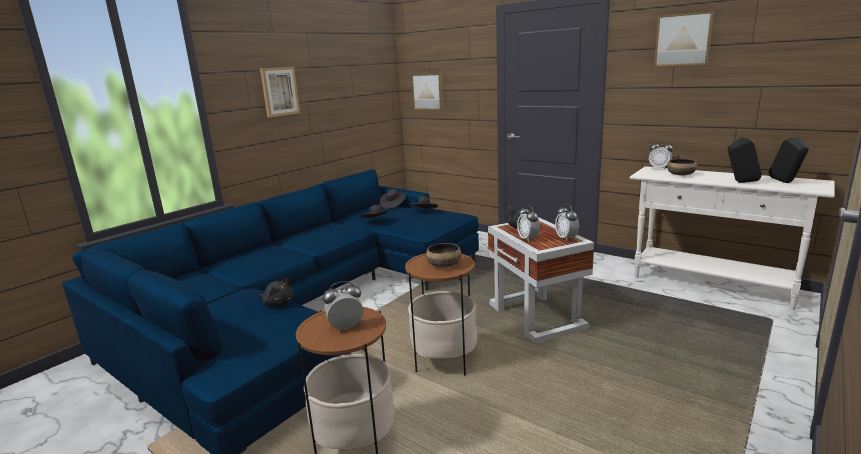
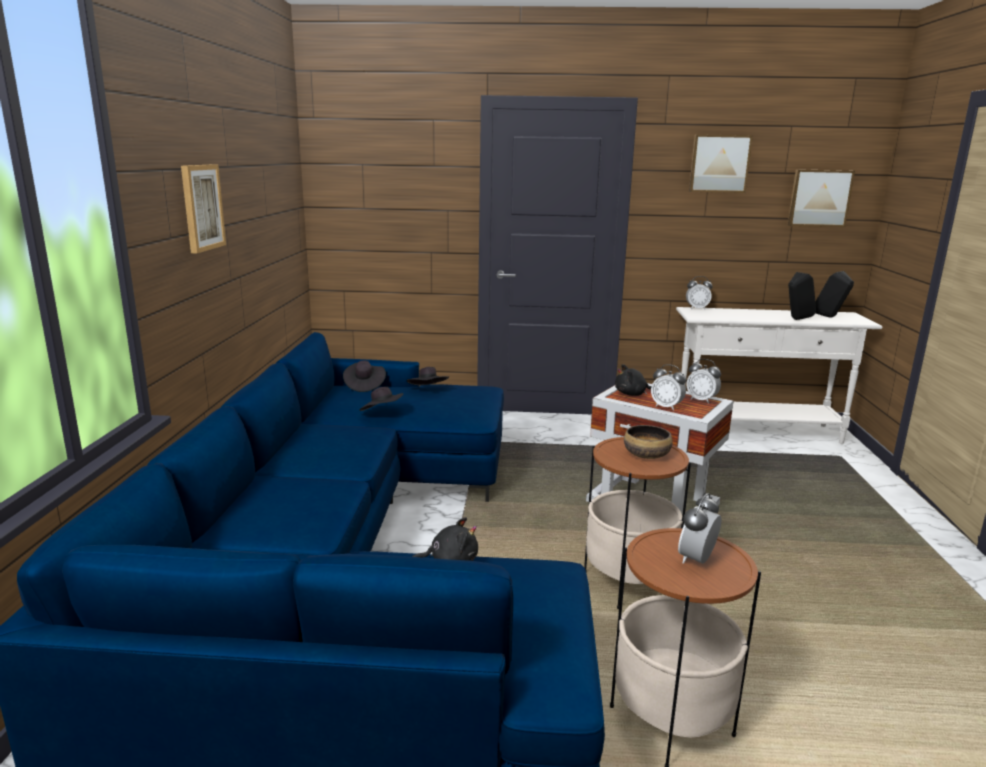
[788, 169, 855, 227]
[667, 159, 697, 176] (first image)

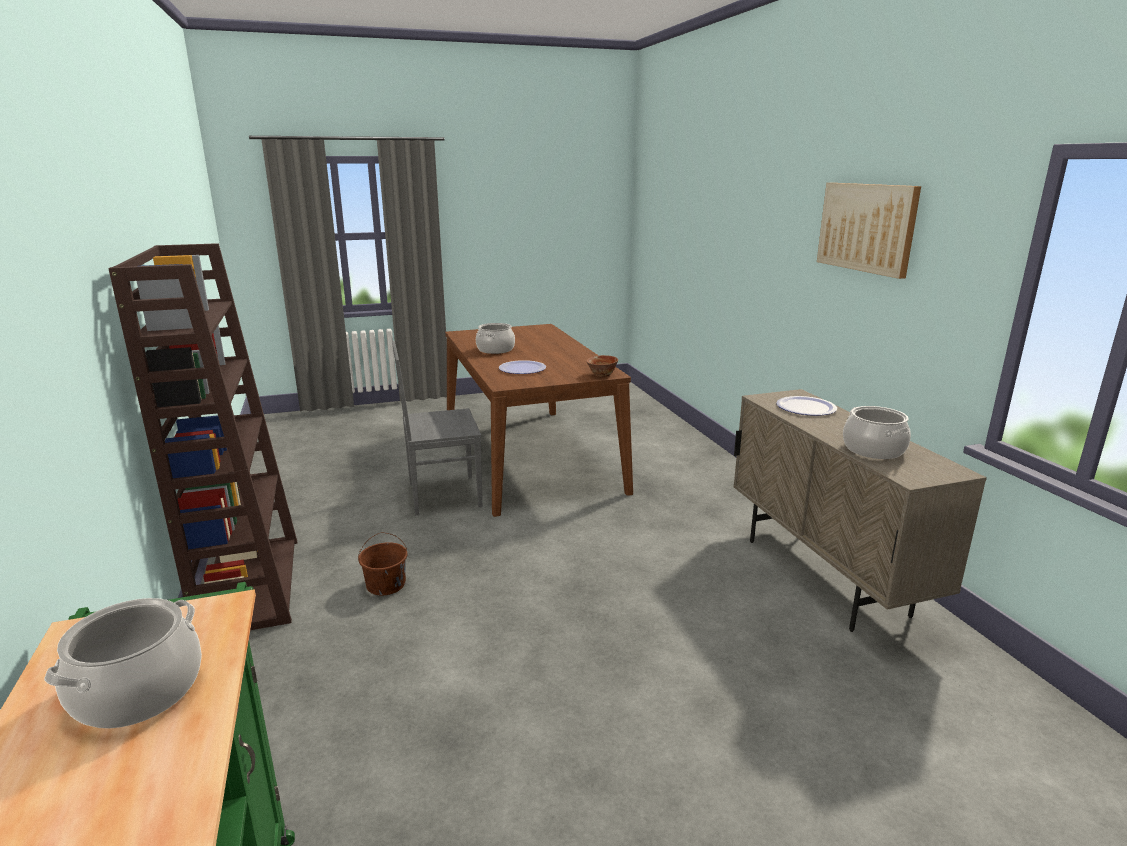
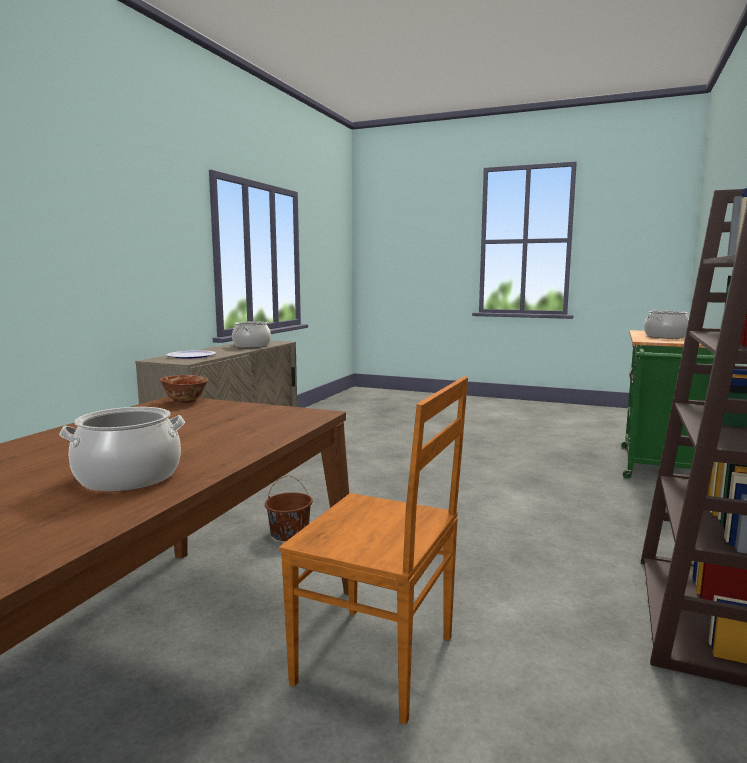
[817, 183, 921, 279] (first image)
[279, 376, 468, 724]
[499, 360, 546, 374] (first image)
[265, 476, 313, 541]

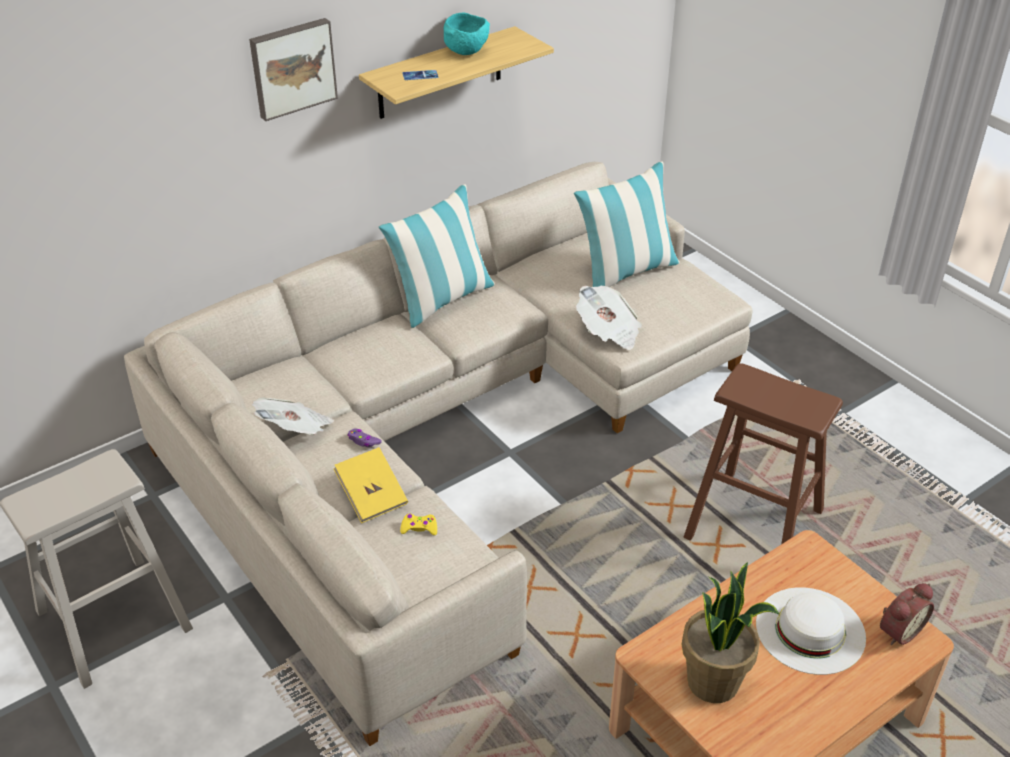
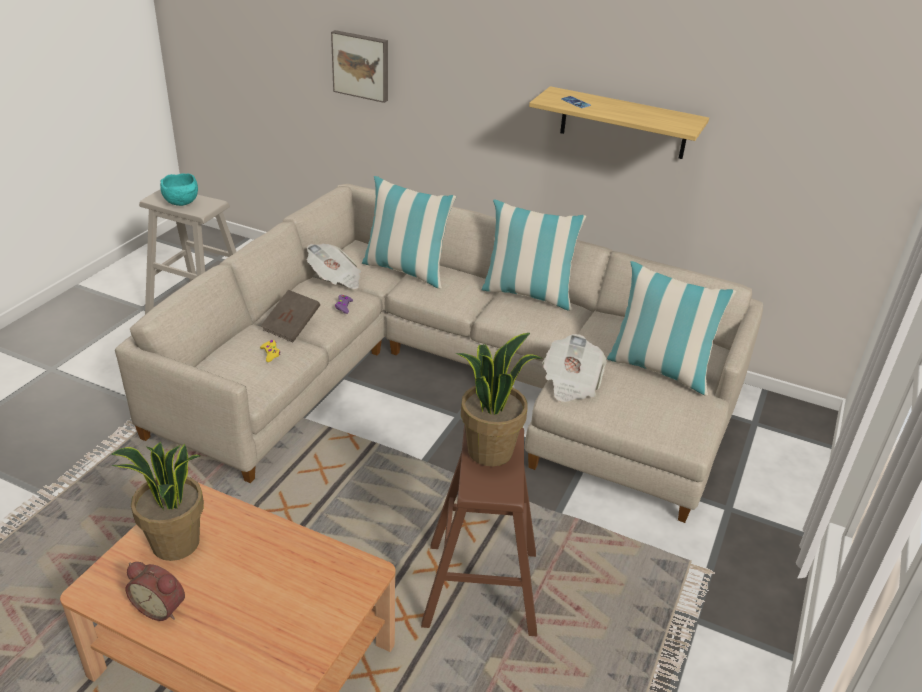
[160, 173, 198, 206]
[331, 30, 388, 103]
[261, 290, 320, 342]
[126, 562, 185, 621]
[756, 587, 866, 675] (first image)
[362, 176, 456, 289]
[456, 333, 543, 466]

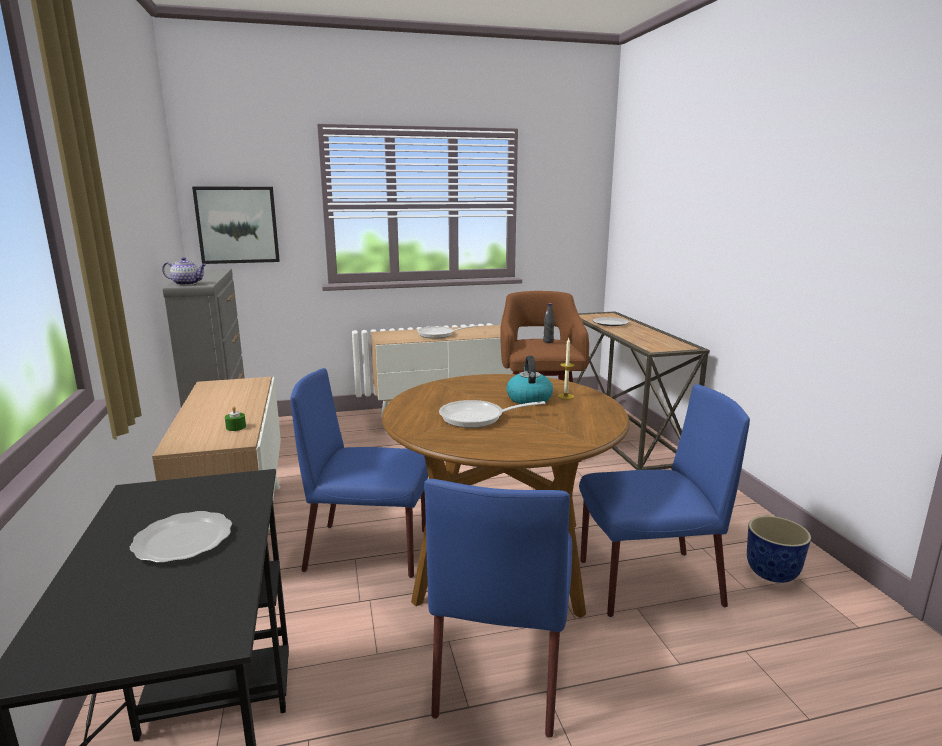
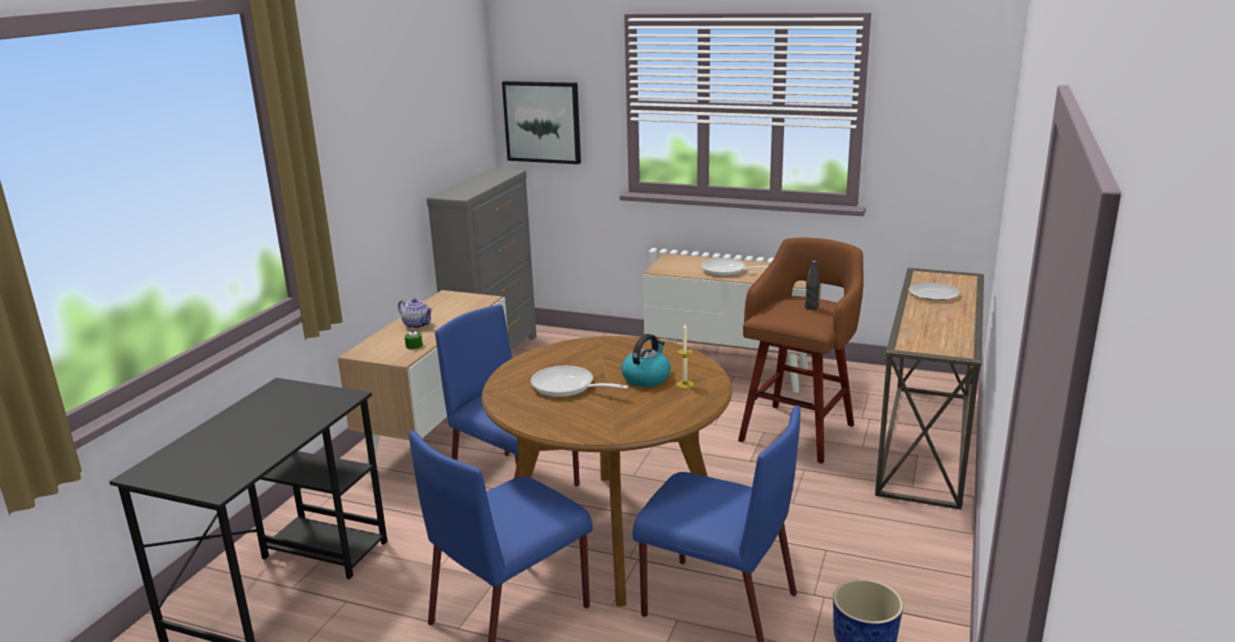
[398, 298, 433, 329]
[130, 511, 232, 563] (first image)

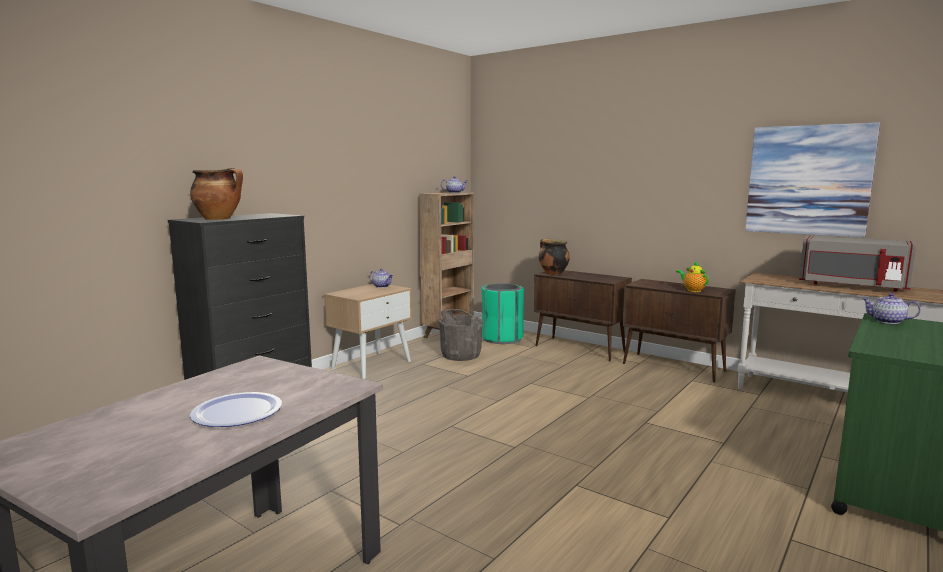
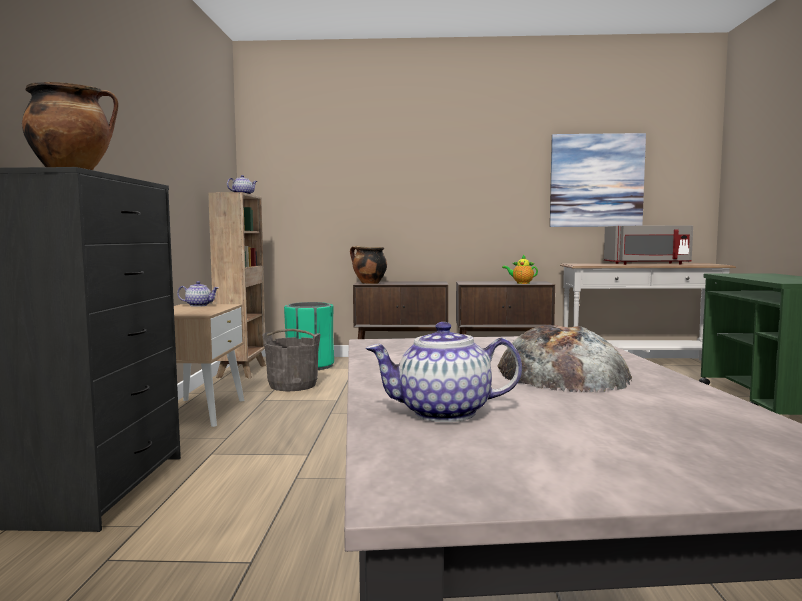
[366, 322, 522, 422]
[497, 325, 633, 392]

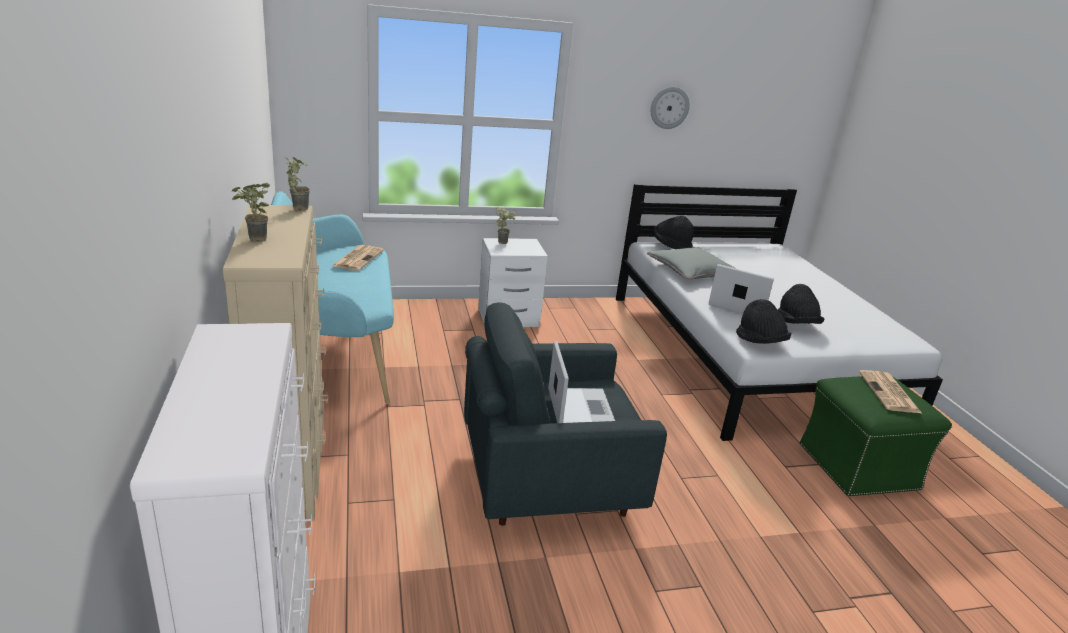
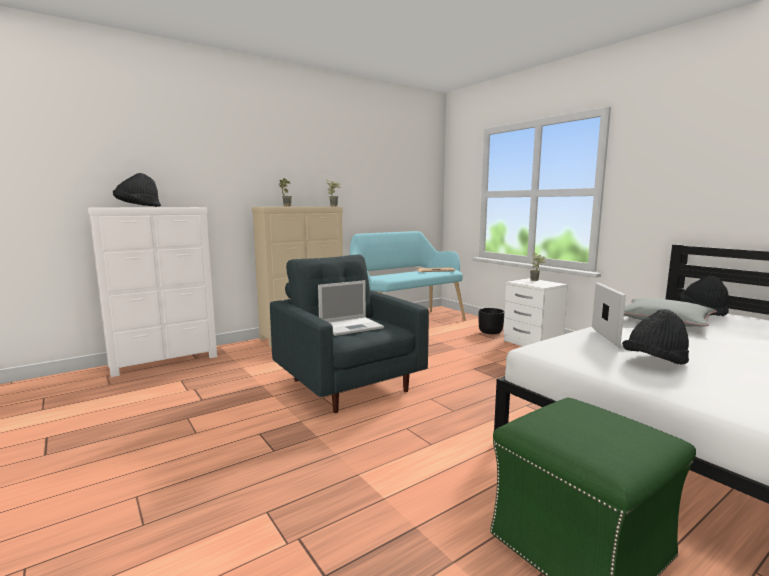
[651, 87, 690, 129] (first image)
[113, 173, 161, 207]
[859, 370, 922, 413] (first image)
[479, 308, 504, 334]

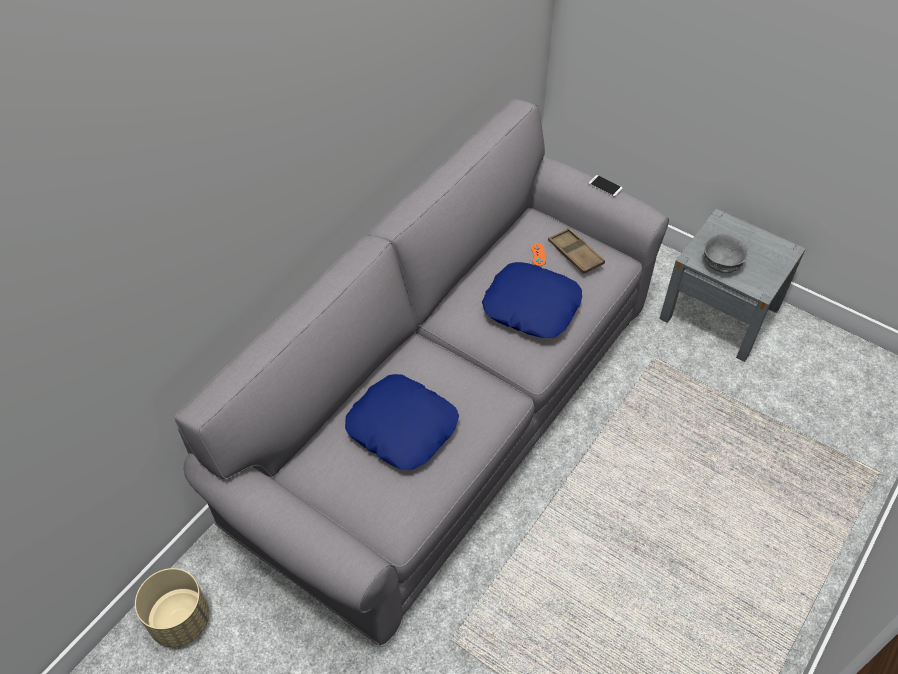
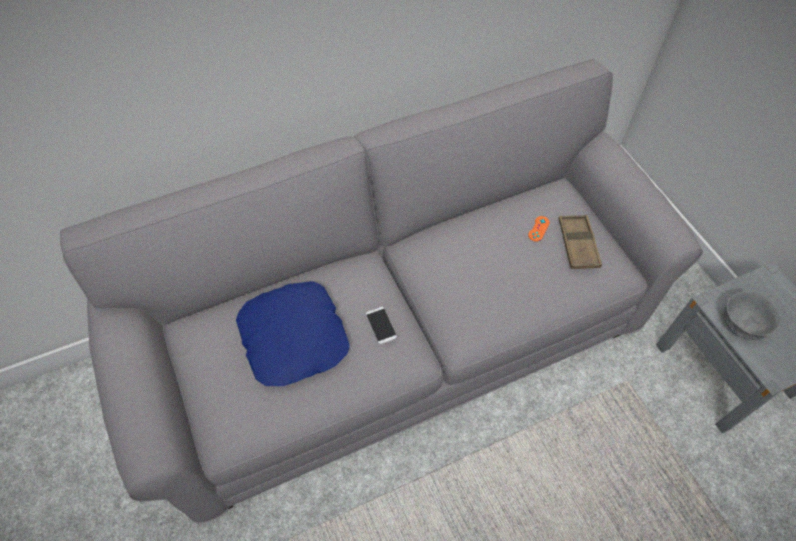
[366, 307, 397, 344]
[482, 262, 582, 338] (first image)
[135, 568, 209, 647] (first image)

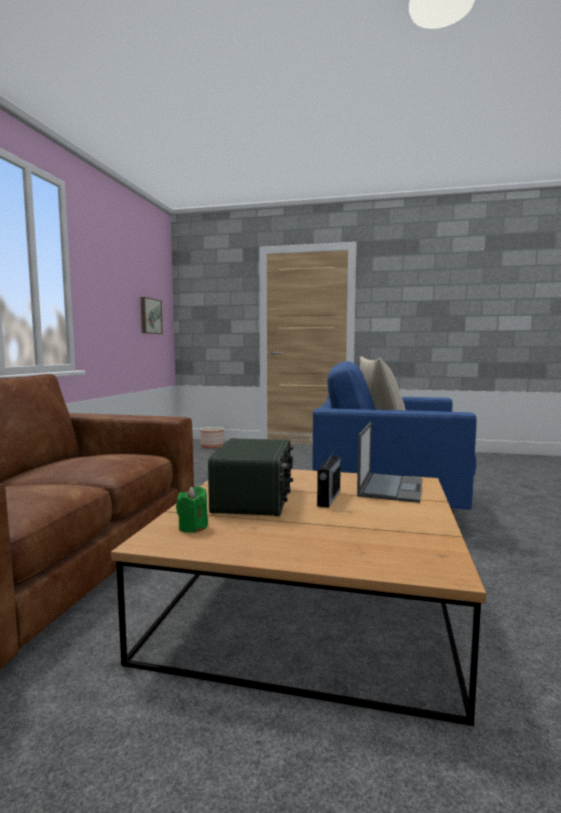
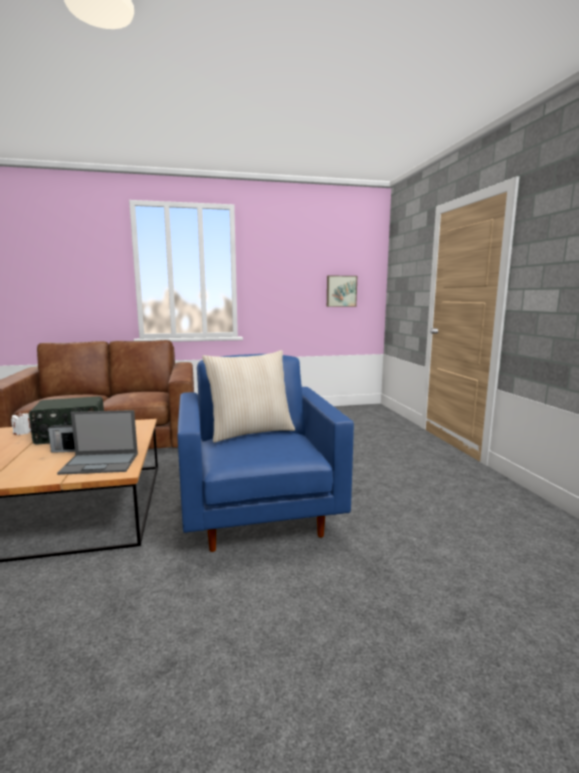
[200, 427, 224, 448] (first image)
[11, 412, 31, 435]

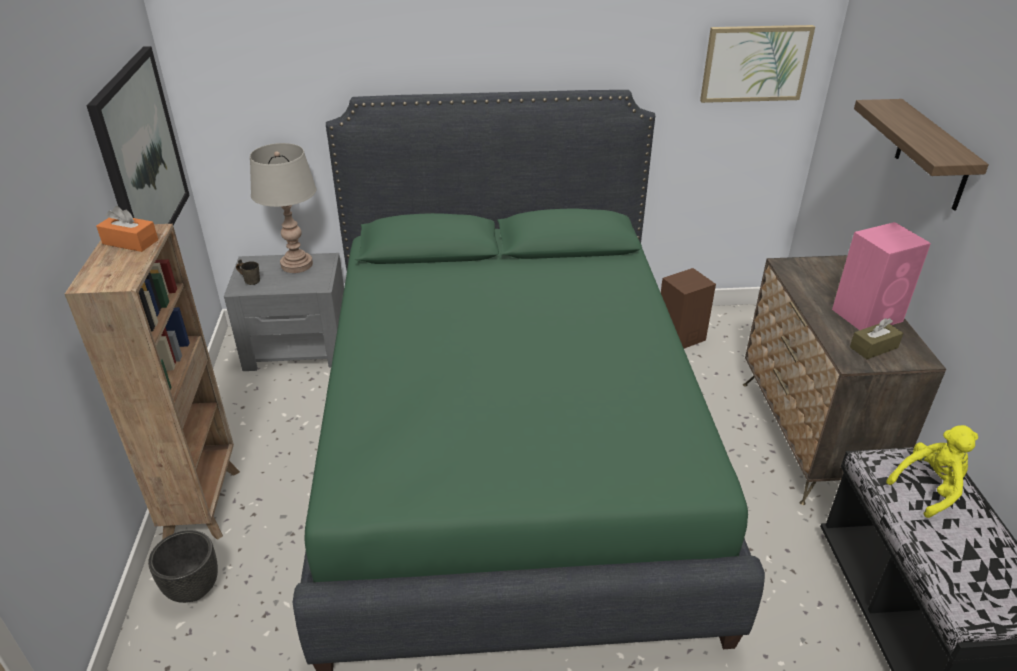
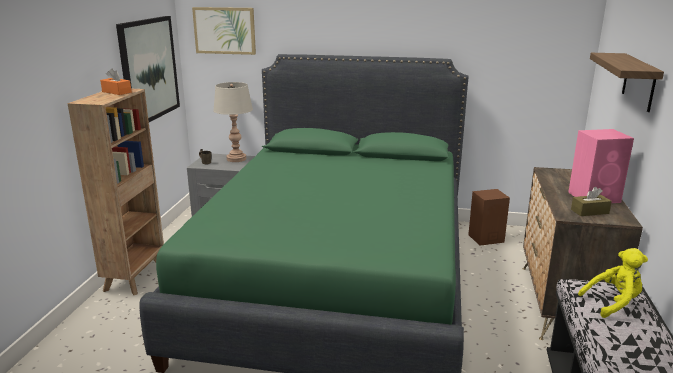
[192, 7, 256, 55]
[148, 530, 218, 603] (first image)

